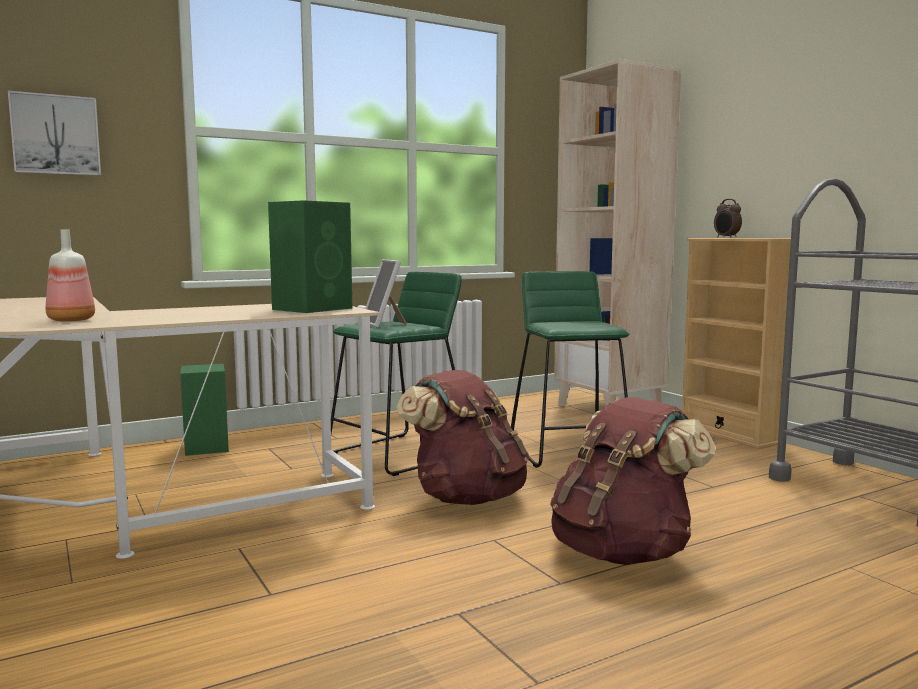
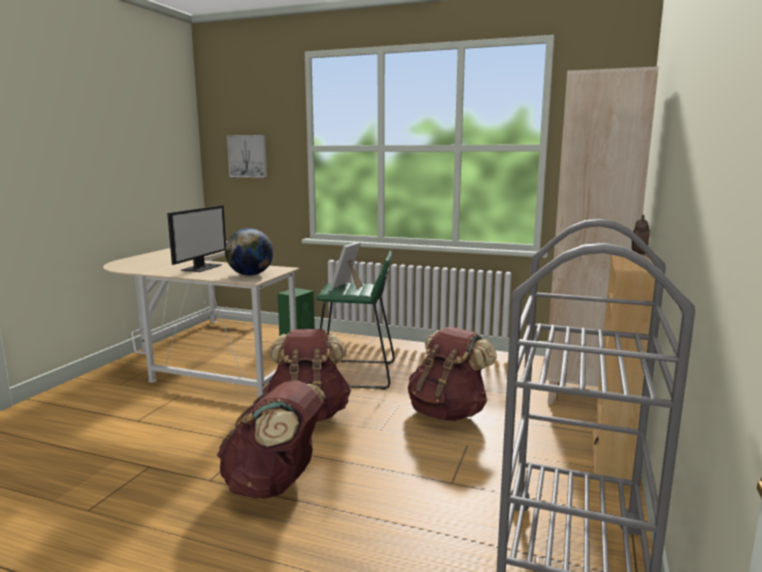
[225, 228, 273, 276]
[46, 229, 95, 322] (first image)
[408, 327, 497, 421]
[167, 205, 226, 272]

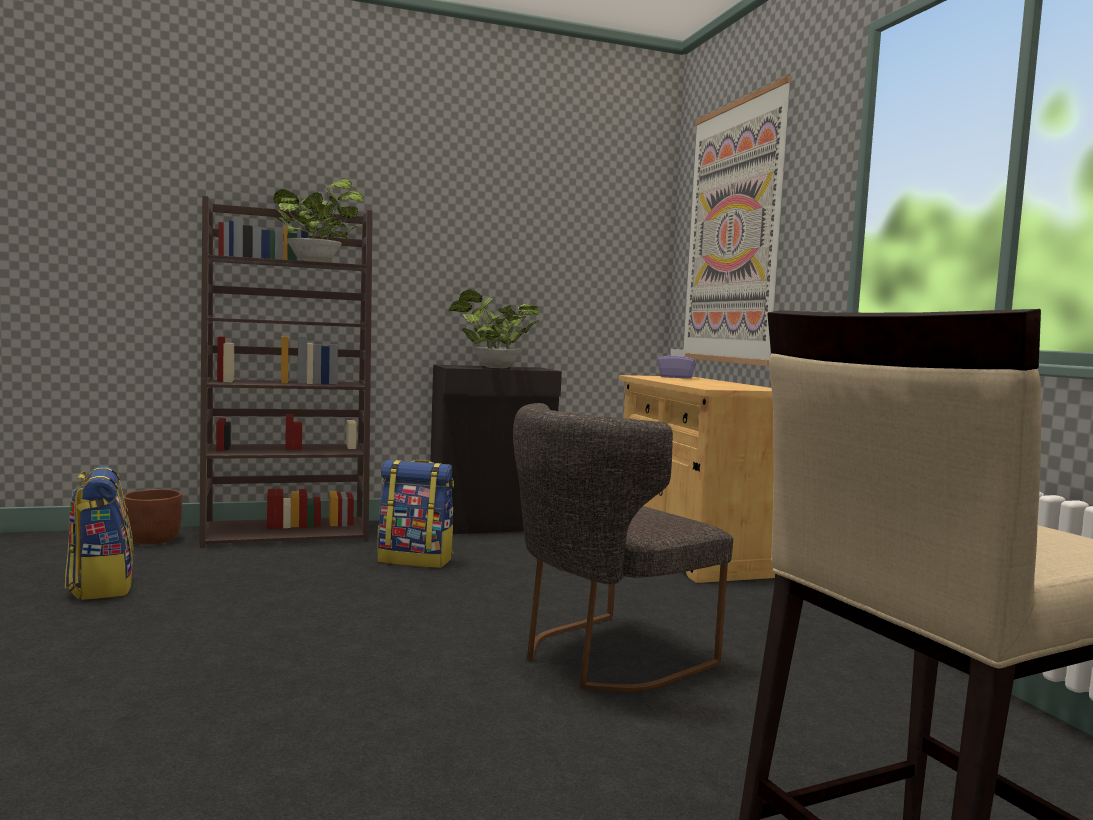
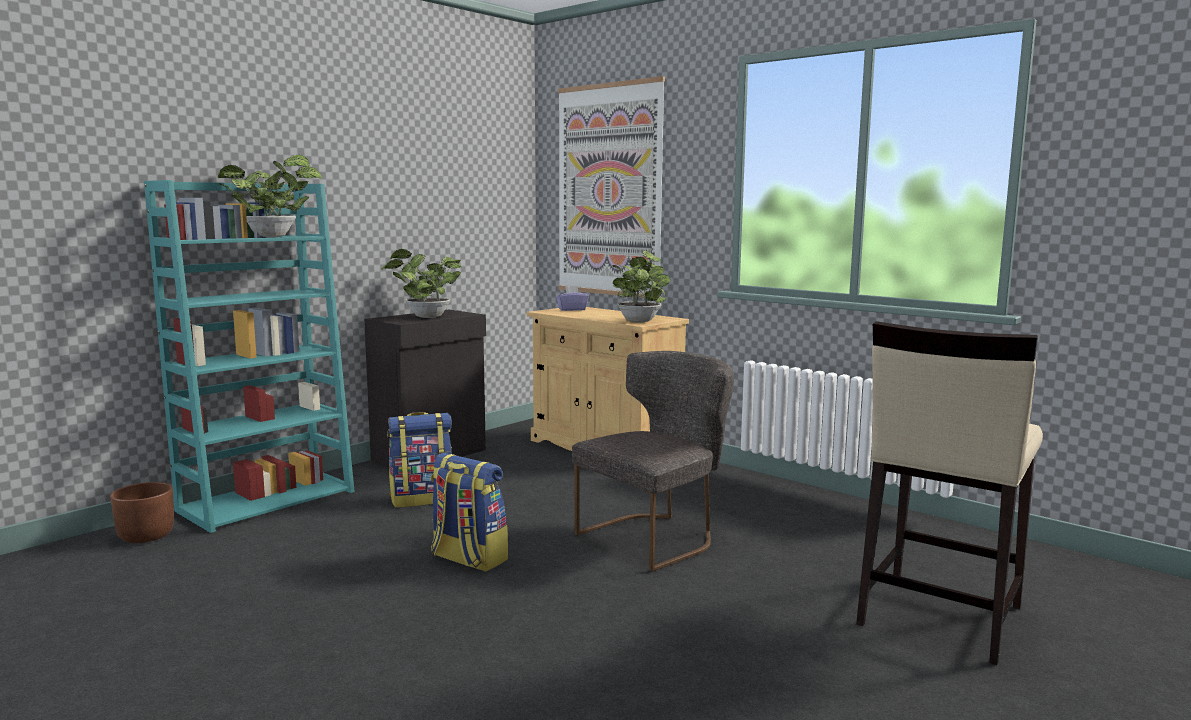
[144, 180, 355, 533]
[572, 351, 734, 572]
[431, 453, 508, 572]
[613, 250, 670, 322]

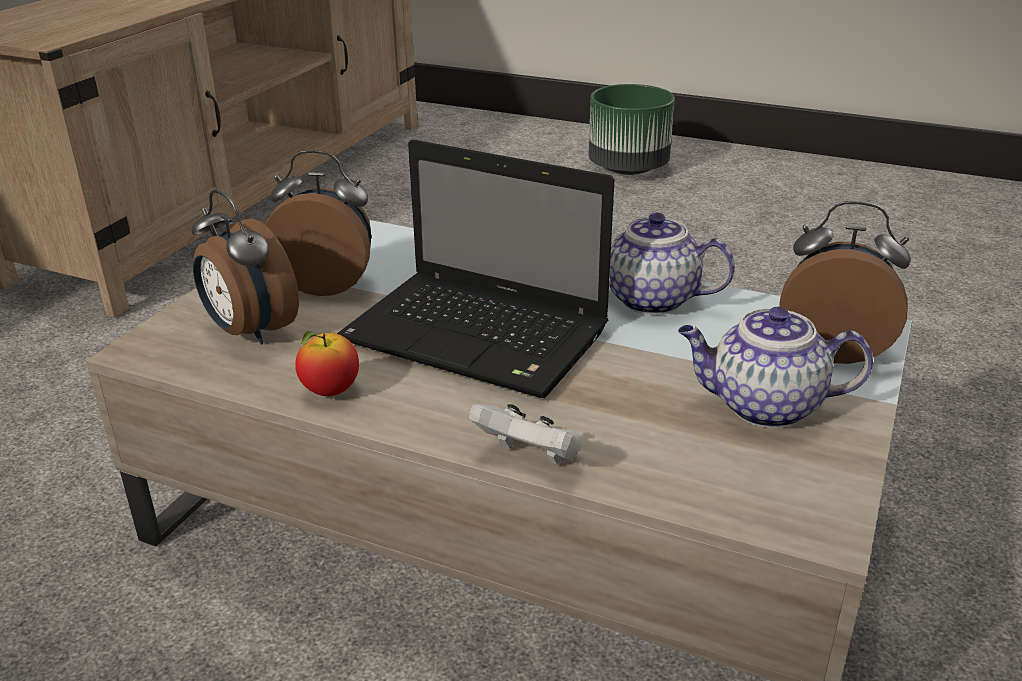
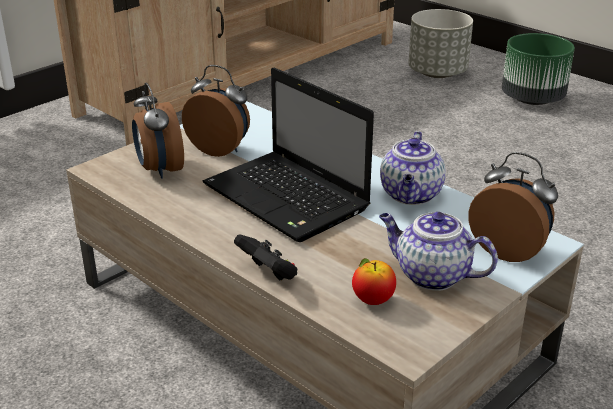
[380, 131, 446, 205]
[352, 258, 396, 305]
[234, 234, 297, 280]
[408, 9, 473, 78]

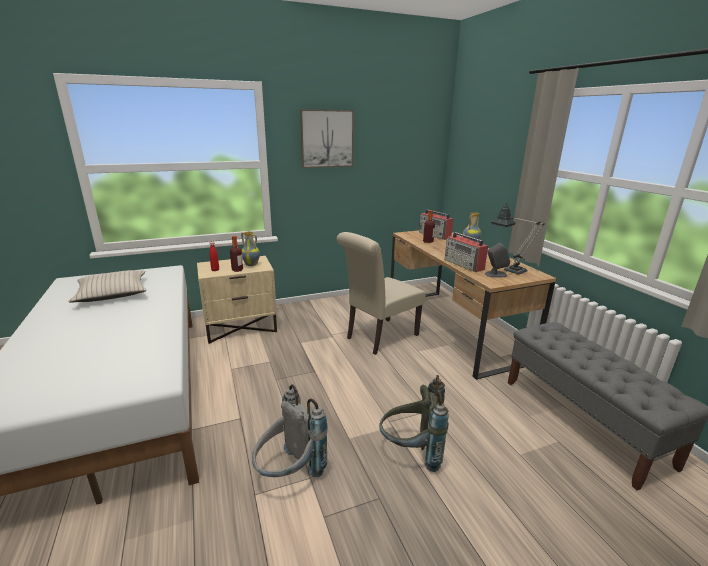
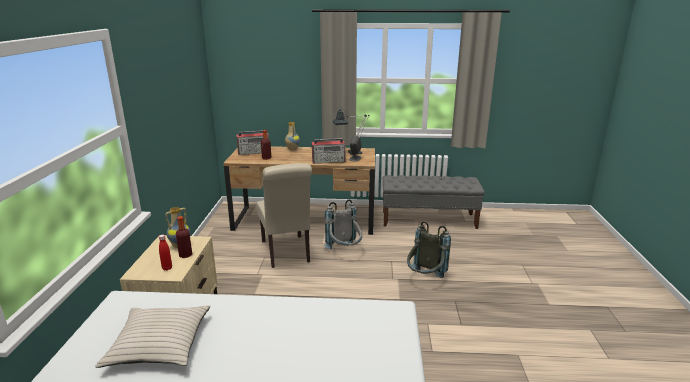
[300, 109, 354, 168] (first image)
[324, 200, 362, 249]

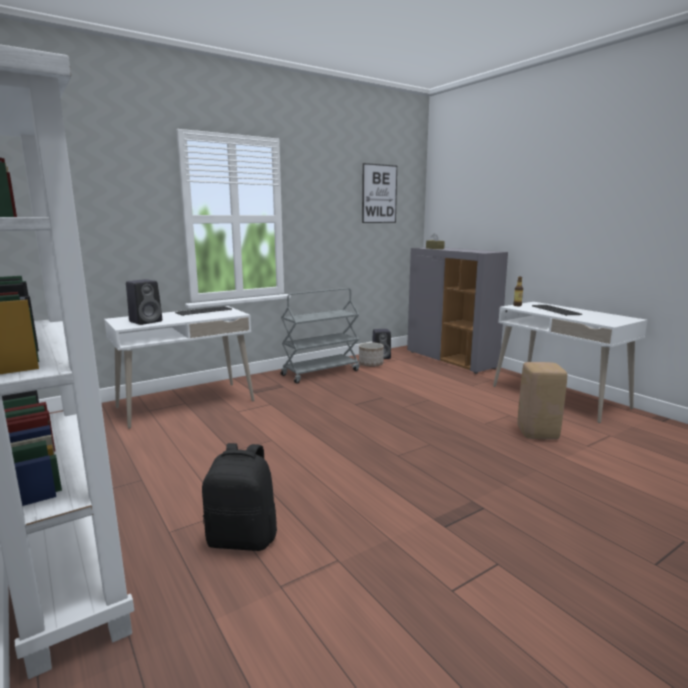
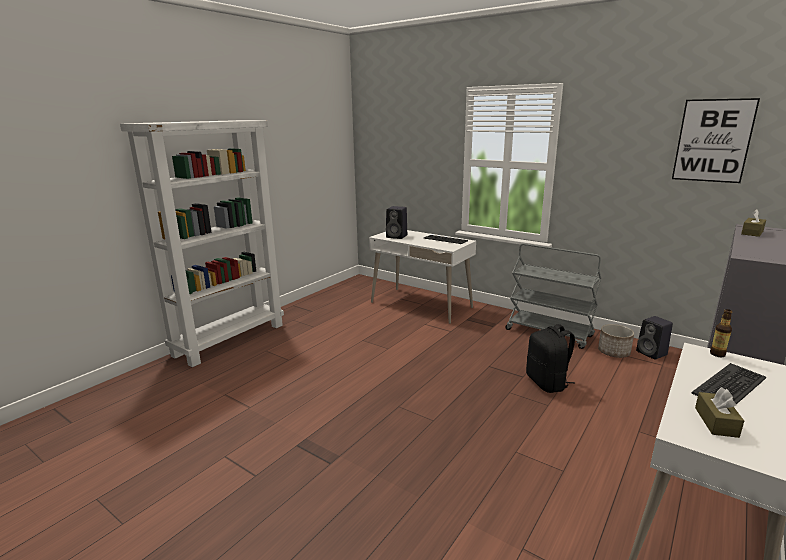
[518, 362, 567, 440] (first image)
[526, 324, 575, 393]
[695, 387, 744, 438]

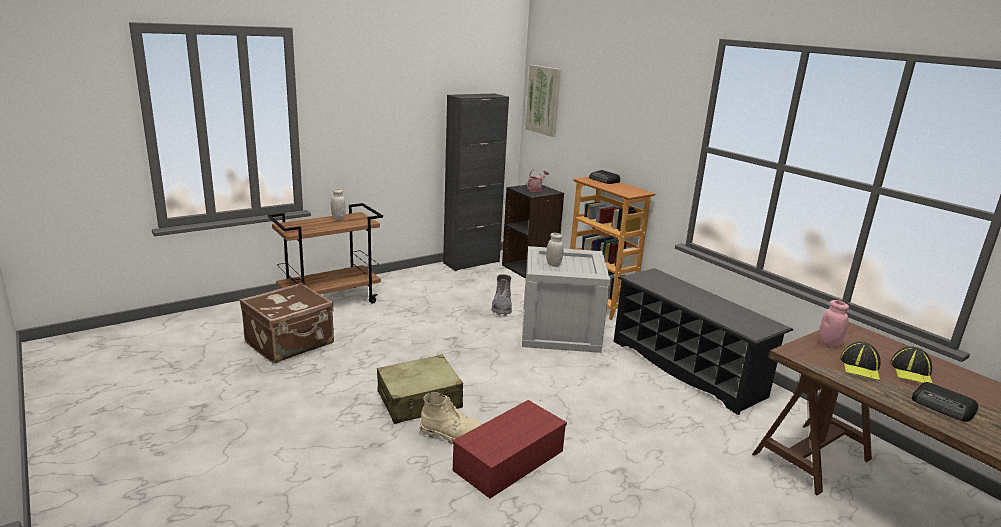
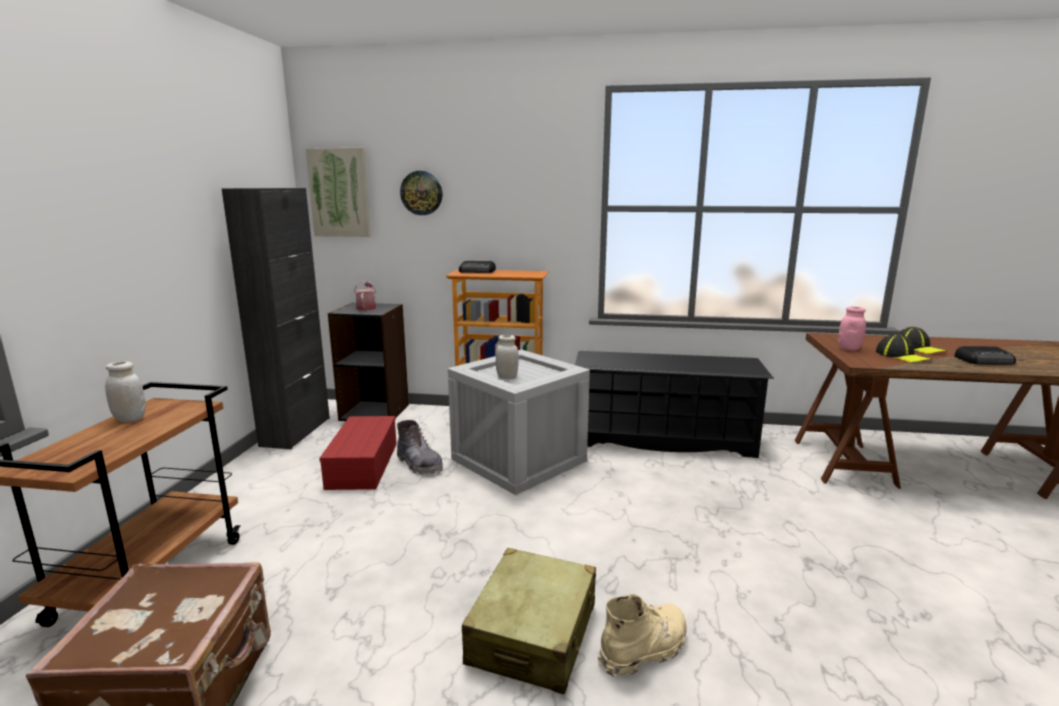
[319, 416, 397, 490]
[400, 171, 443, 215]

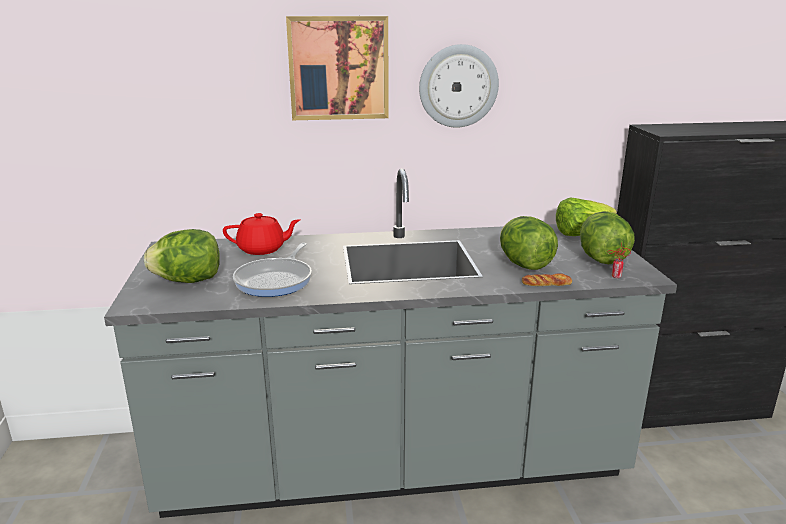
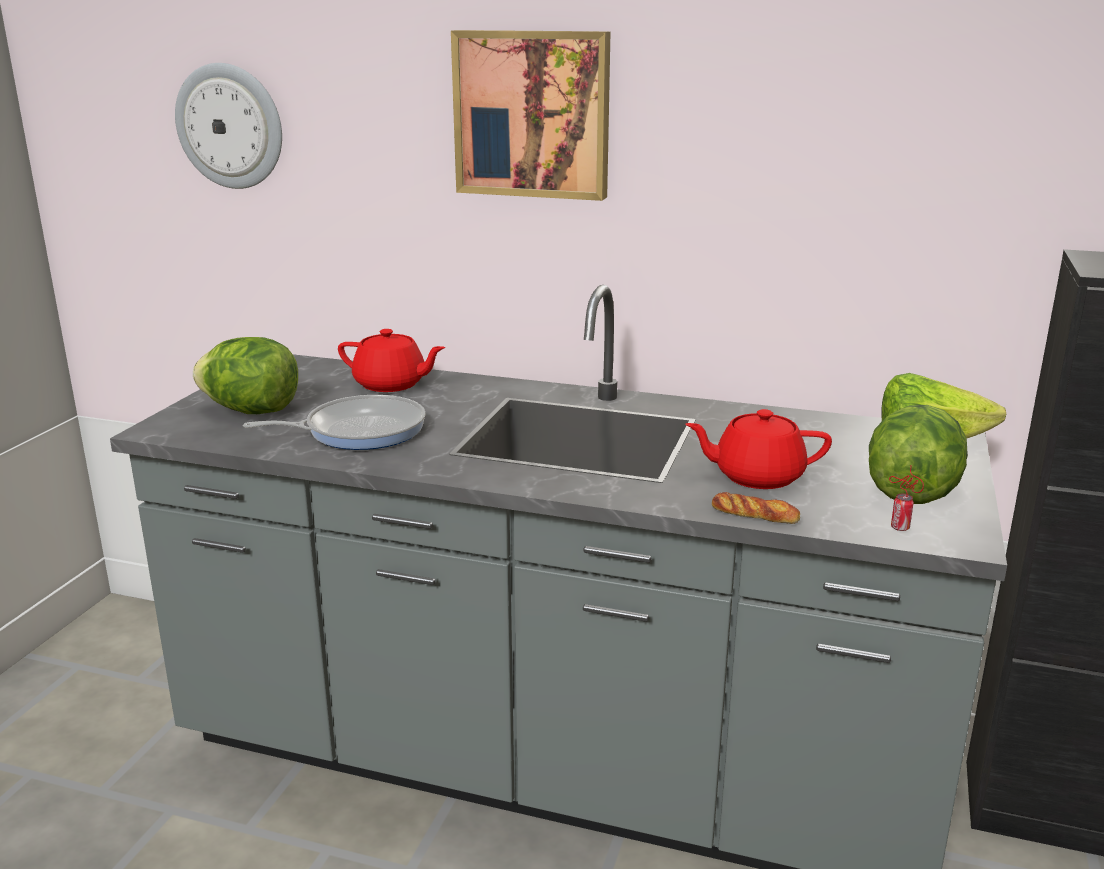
[175, 63, 282, 189]
[685, 409, 832, 489]
[243, 395, 426, 450]

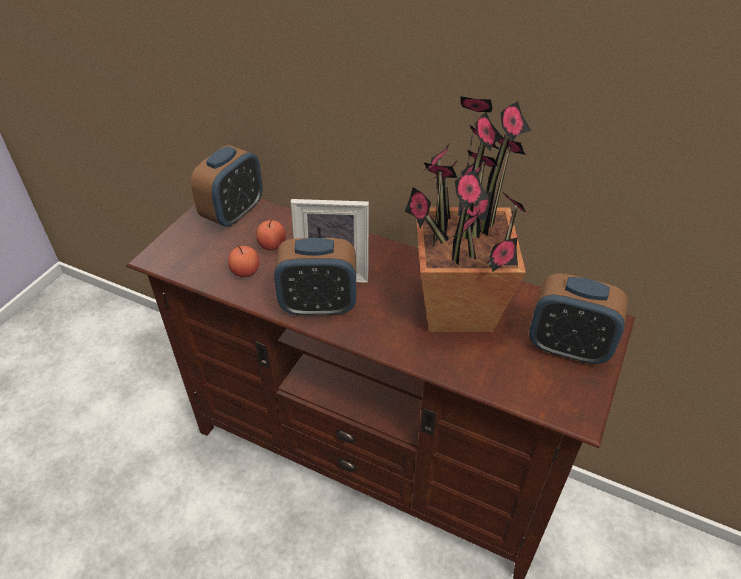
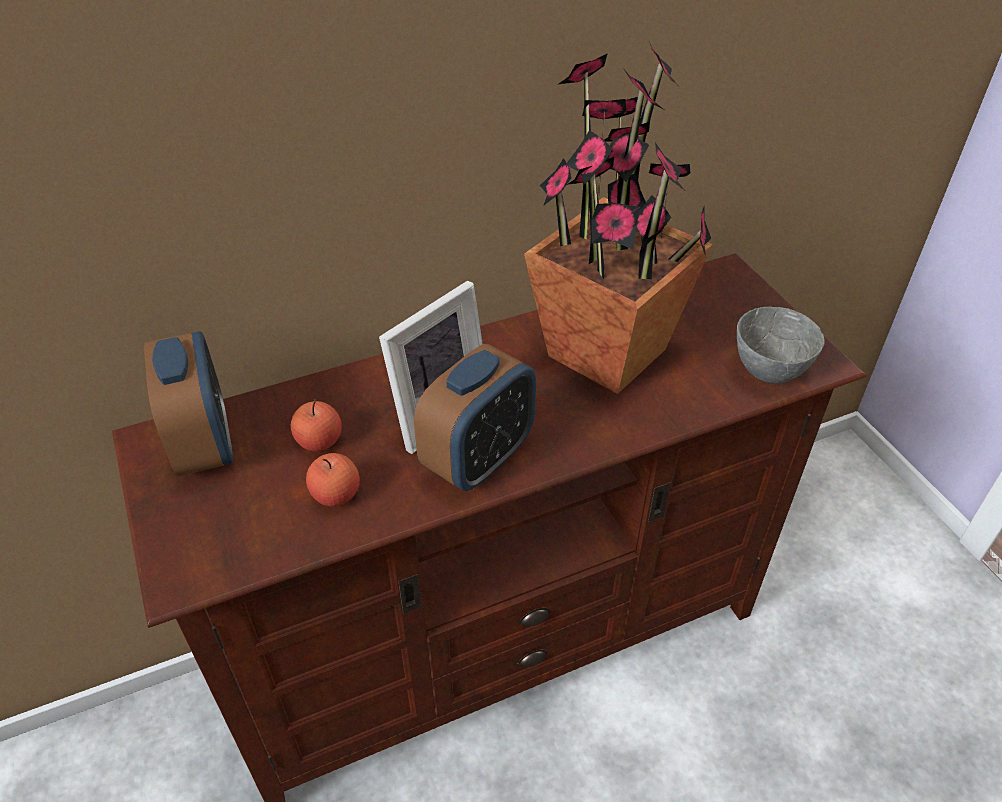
[529, 273, 628, 365] (first image)
[737, 307, 825, 384]

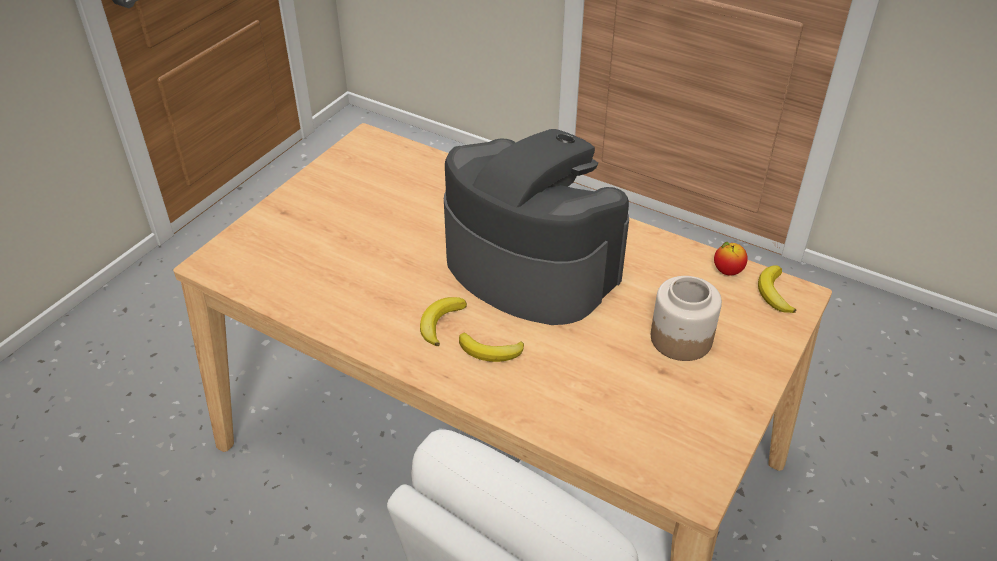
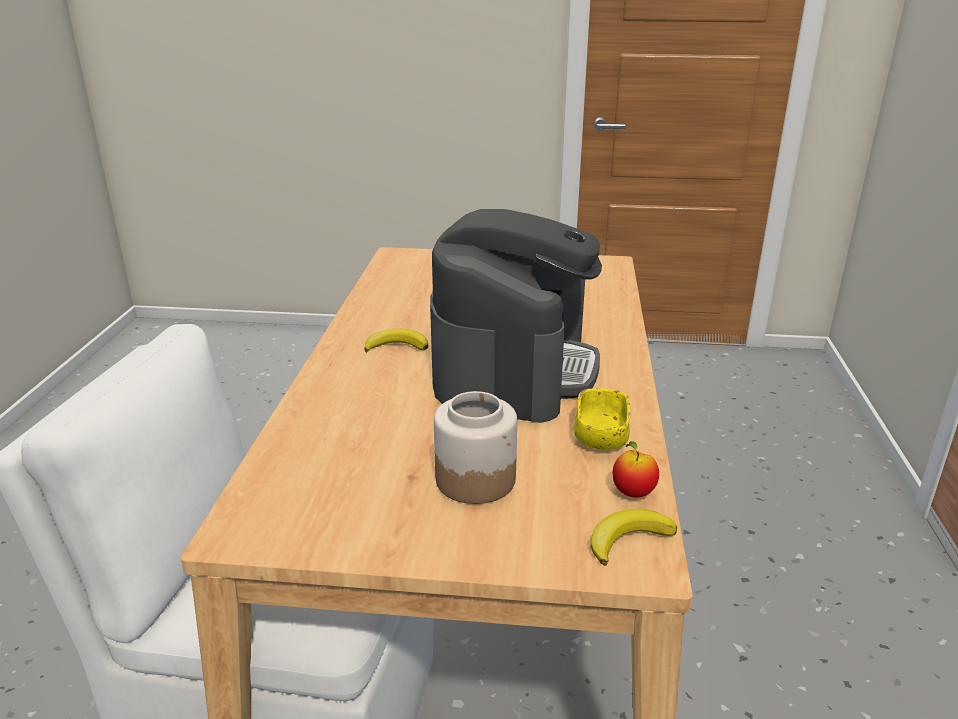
[459, 333, 524, 362] (first image)
[574, 388, 630, 450]

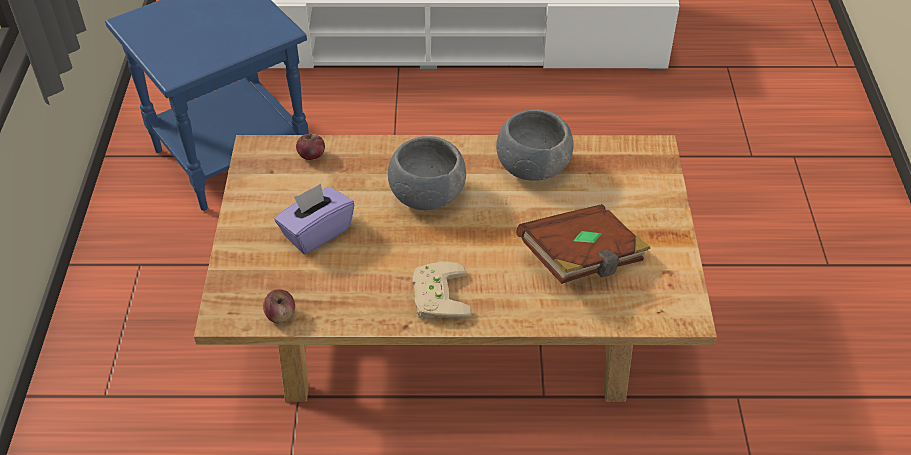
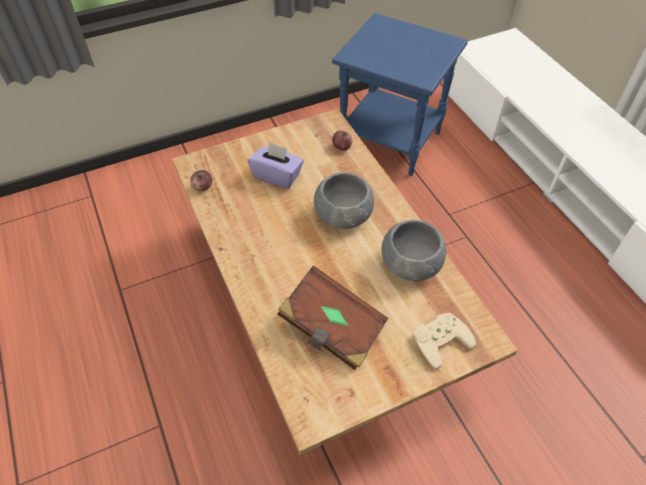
[413, 312, 476, 370]

